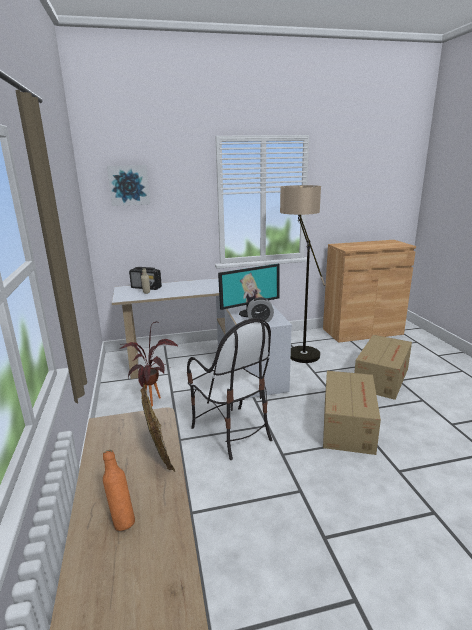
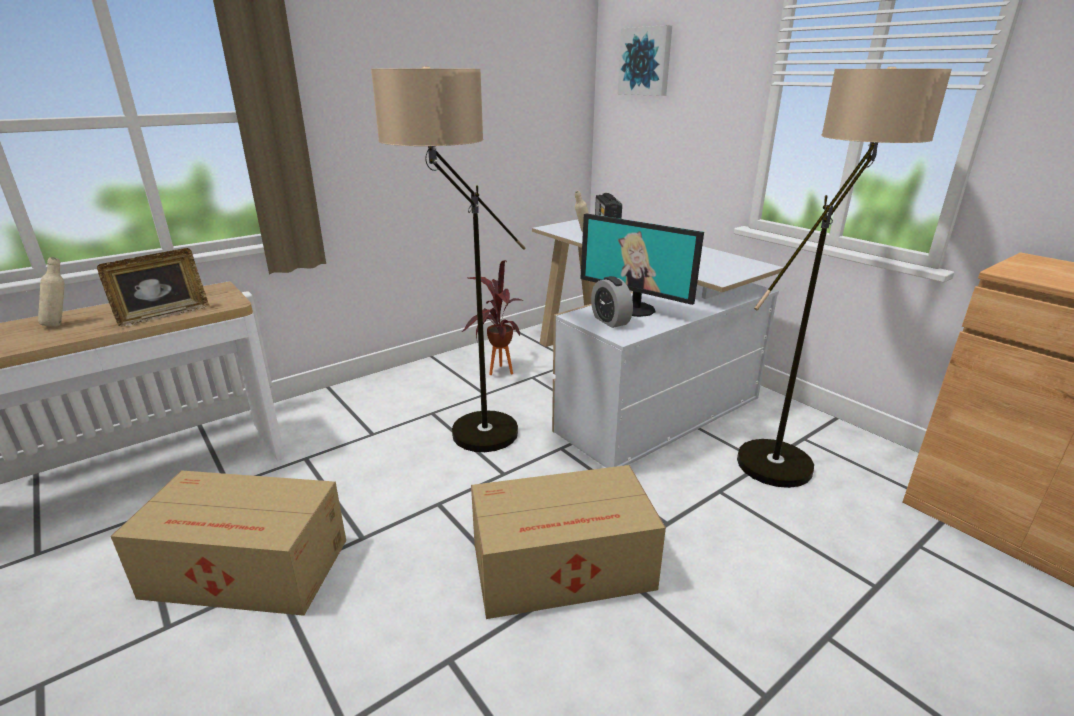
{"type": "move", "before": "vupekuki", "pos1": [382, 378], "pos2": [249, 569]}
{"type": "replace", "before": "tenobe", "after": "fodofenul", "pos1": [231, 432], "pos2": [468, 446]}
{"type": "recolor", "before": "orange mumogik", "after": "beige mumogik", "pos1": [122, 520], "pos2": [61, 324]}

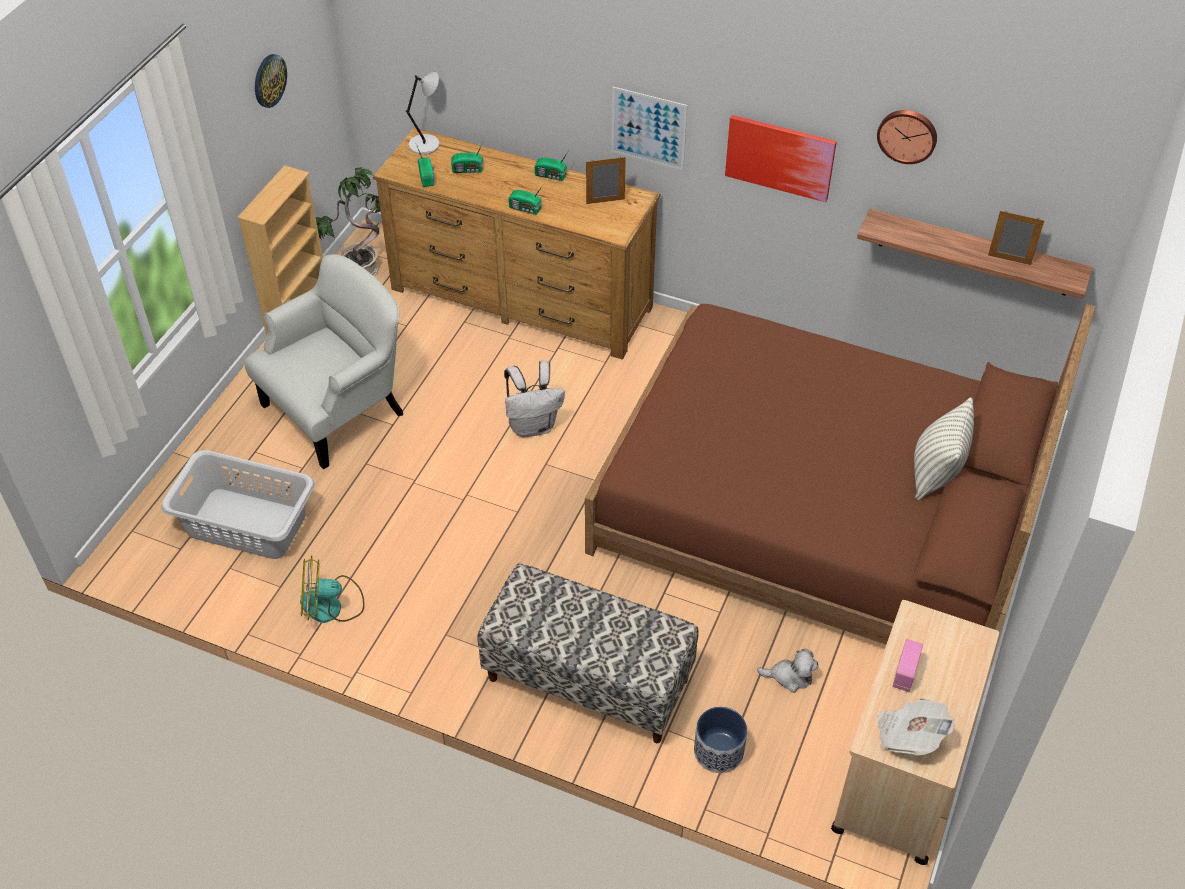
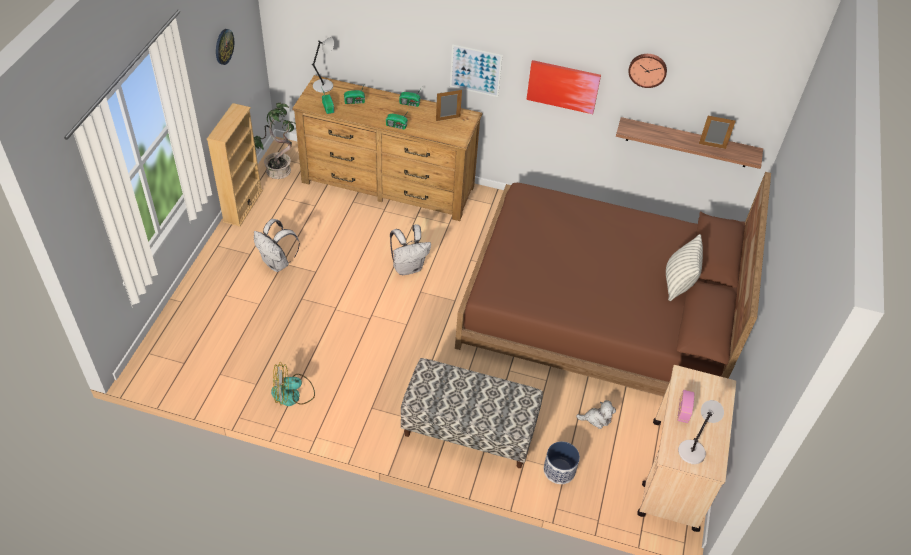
{"type": "delete", "before": "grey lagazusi", "pos1": [246, 523]}
{"type": "replace", "before": "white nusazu", "after": "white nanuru", "pos1": [338, 409], "pos2": [277, 263]}
{"type": "replace", "before": "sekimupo", "after": "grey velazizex", "pos1": [909, 735], "pos2": [692, 451]}

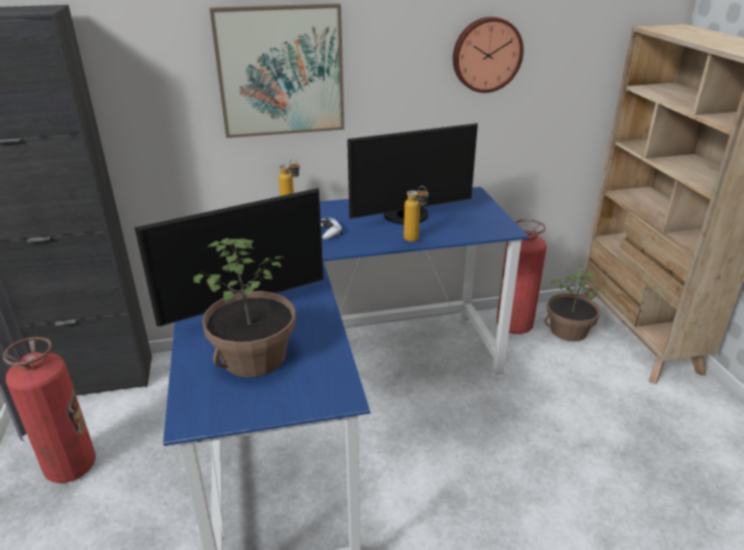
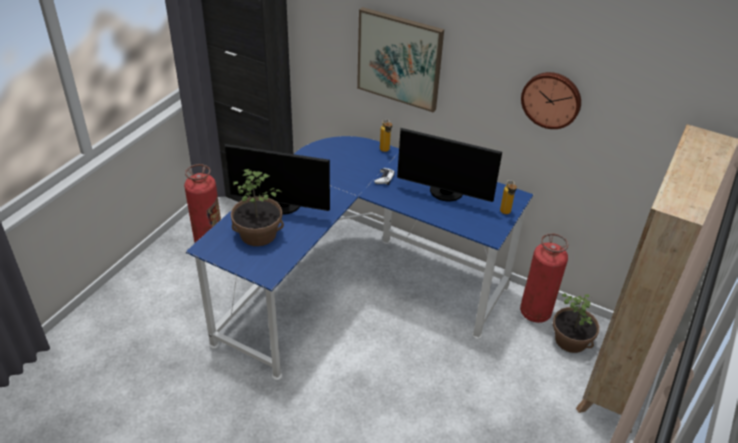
{"type": "move", "before": "mumogik", "pos1": [415, 241], "pos2": [505, 214]}

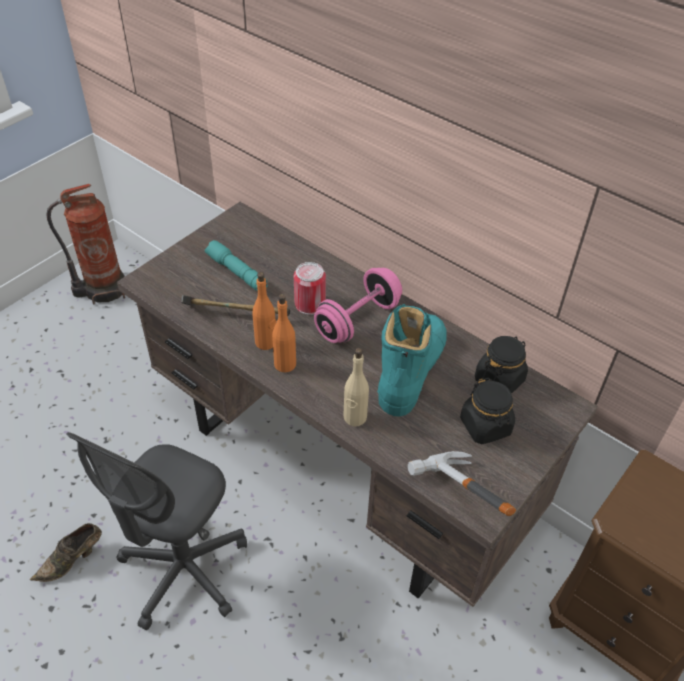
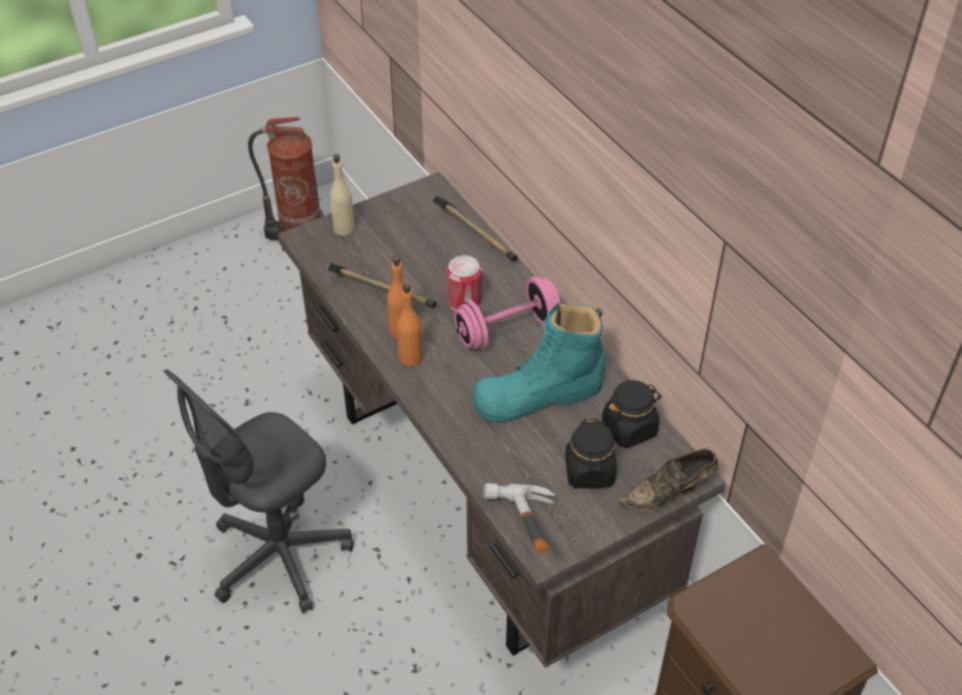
{"type": "delete", "before": "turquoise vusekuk", "pos1": [236, 272]}
{"type": "insert", "after": "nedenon", "pos2": [475, 237]}
{"type": "move", "before": "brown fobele", "pos1": [72, 560], "pos2": [669, 494]}
{"type": "move", "before": "beige mumogik", "pos1": [354, 417], "pos2": [343, 229]}
{"type": "rotate", "before": "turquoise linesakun", "pos1": [411, 370], "pos2": [538, 395], "turn": -150}

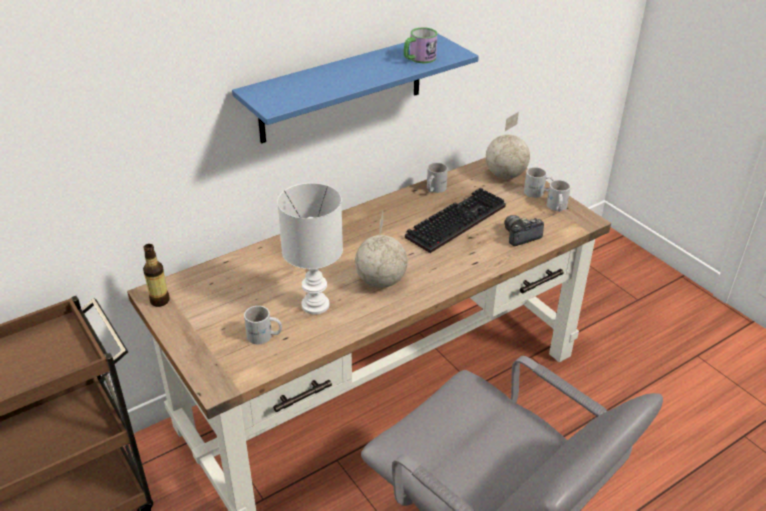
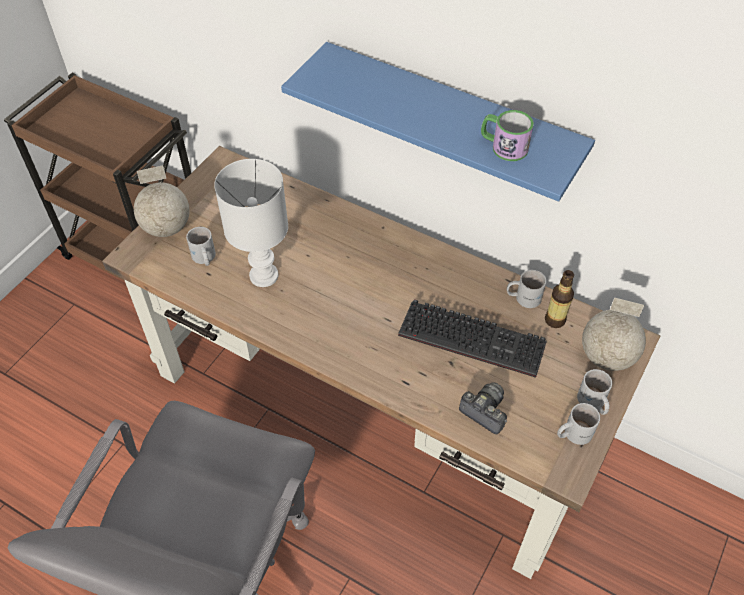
{"type": "move", "before": "mumogik", "pos1": [160, 301], "pos2": [555, 320]}
{"type": "move", "before": "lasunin", "pos1": [381, 281], "pos2": [167, 228]}

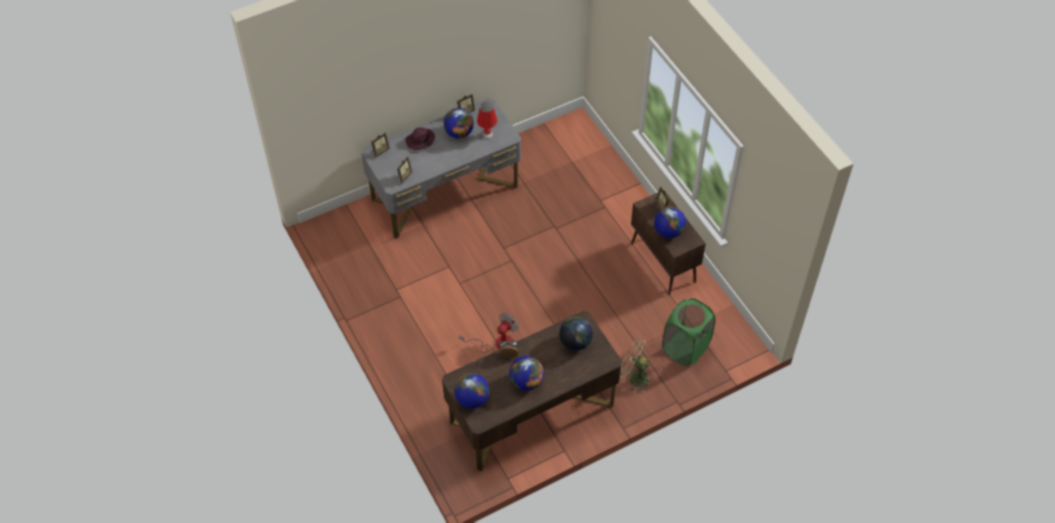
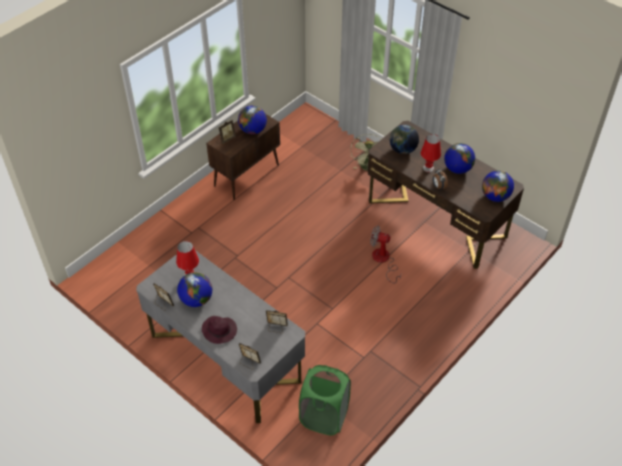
{"type": "insert", "after": "red velazizex", "pos2": [428, 168]}
{"type": "move", "before": "green lagazusi", "pos1": [685, 348], "pos2": [324, 416]}

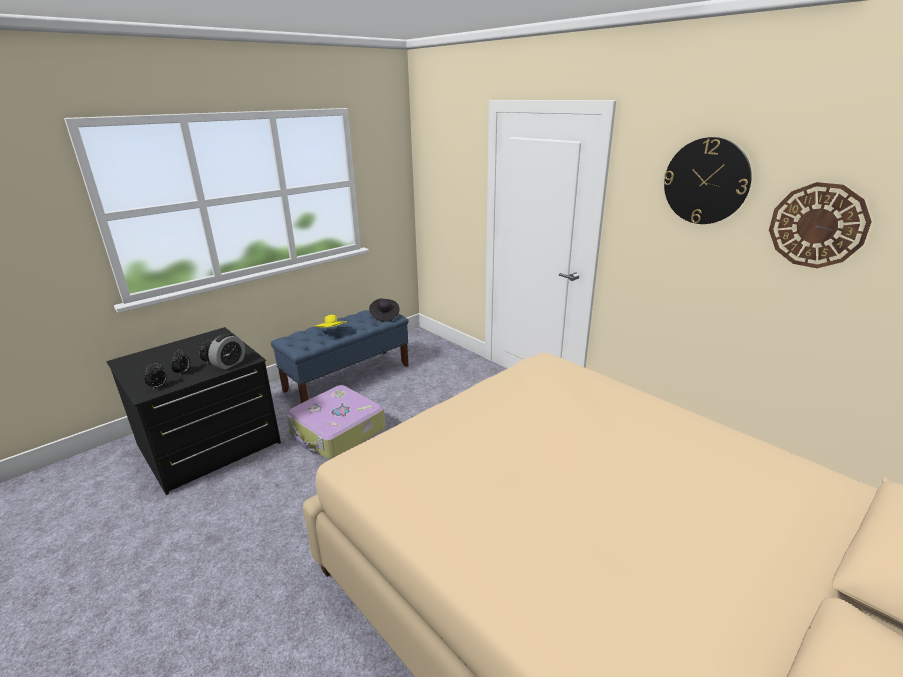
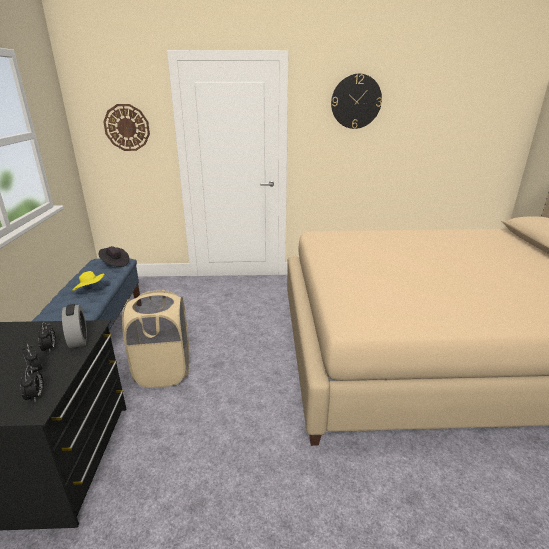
{"type": "move", "before": "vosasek", "pos1": [817, 225], "pos2": [127, 127]}
{"type": "replace", "before": "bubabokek", "after": "beige lagazusi", "pos1": [337, 432], "pos2": [164, 371]}

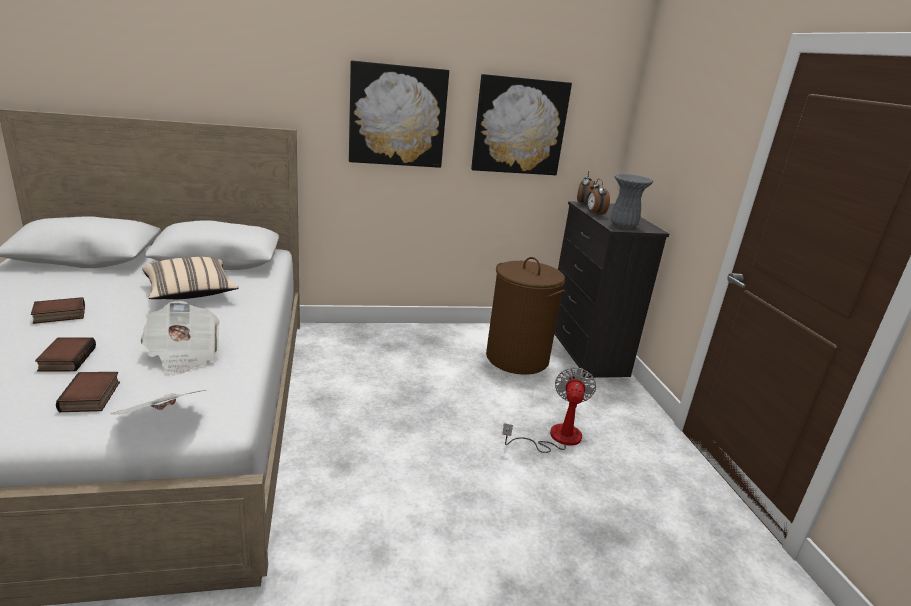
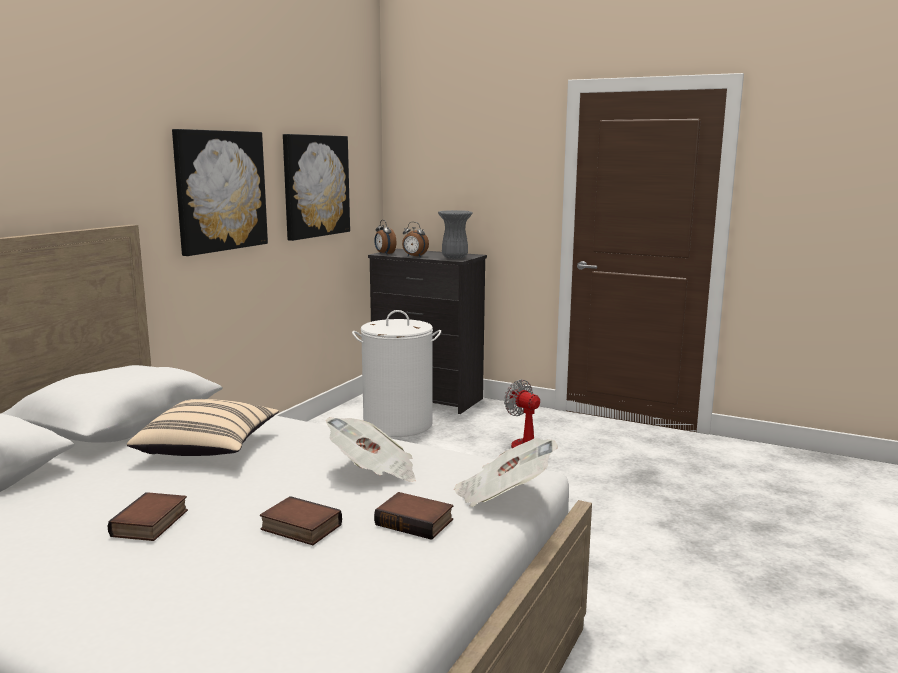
{"type": "recolor", "before": "brown lagazusi", "after": "white lagazusi", "pos1": [516, 358], "pos2": [397, 425]}

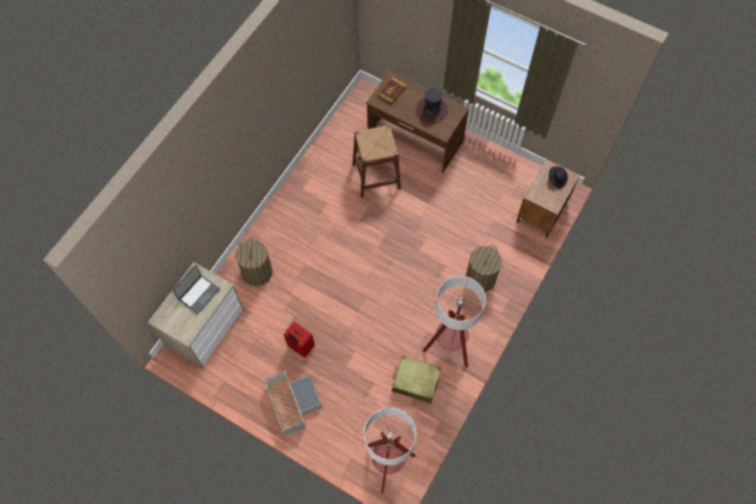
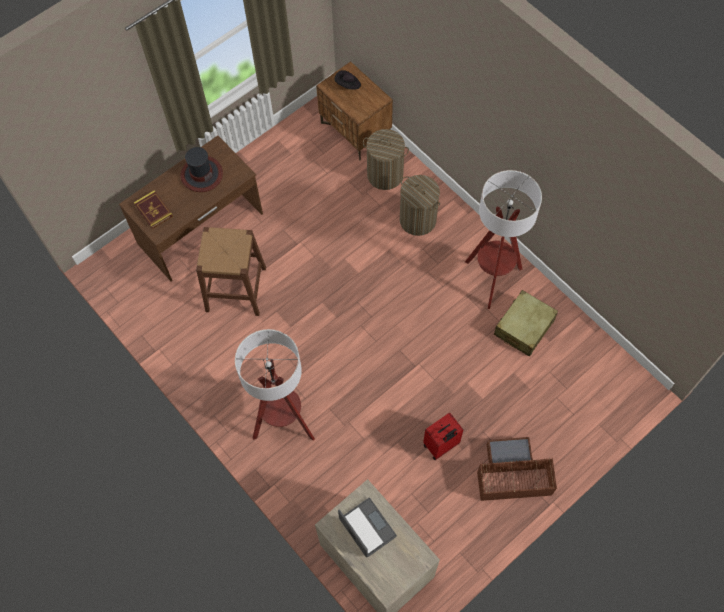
{"type": "move", "before": "lagazusi", "pos1": [257, 272], "pos2": [385, 175]}
{"type": "move", "before": "fodofenul", "pos1": [388, 464], "pos2": [284, 422]}
{"type": "recolor", "before": "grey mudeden", "after": "brown mudeden", "pos1": [292, 402], "pos2": [511, 475]}

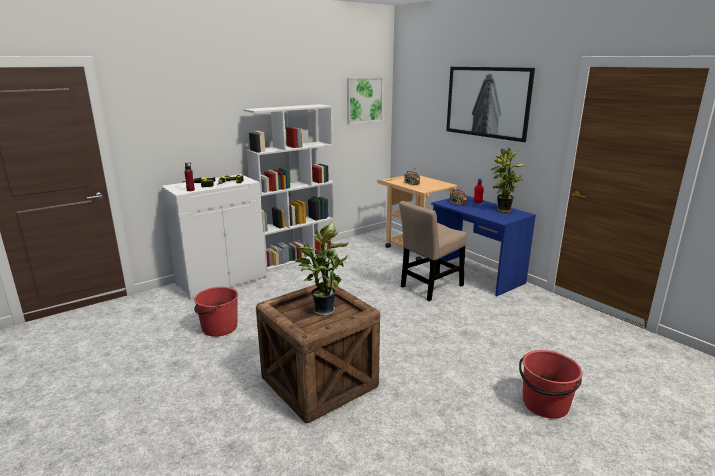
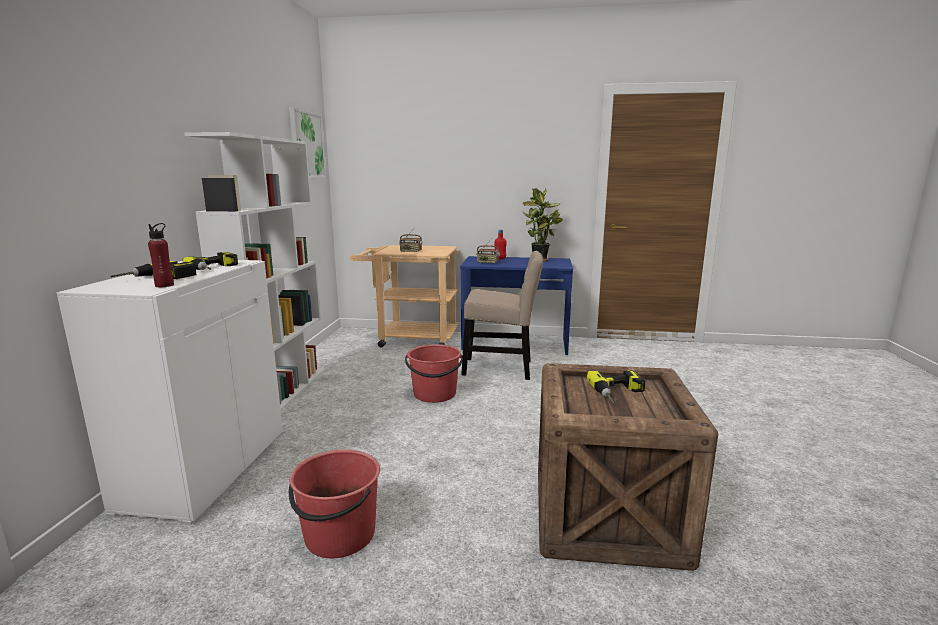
{"type": "delete", "before": "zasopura", "pos1": [487, 102]}
{"type": "move", "before": "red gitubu", "pos1": [545, 404], "pos2": [435, 394]}
{"type": "replace", "before": "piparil", "after": "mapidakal", "pos1": [323, 310], "pos2": [620, 394]}
{"type": "rotate", "before": "beige tenobe", "pos1": [430, 287], "pos2": [501, 368], "turn": -90}

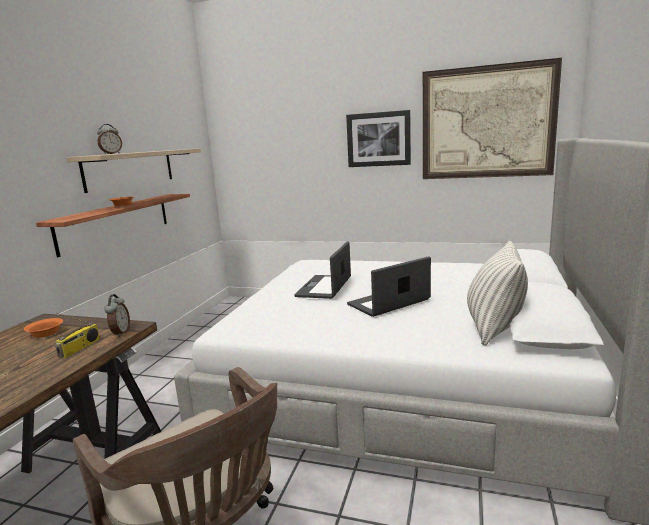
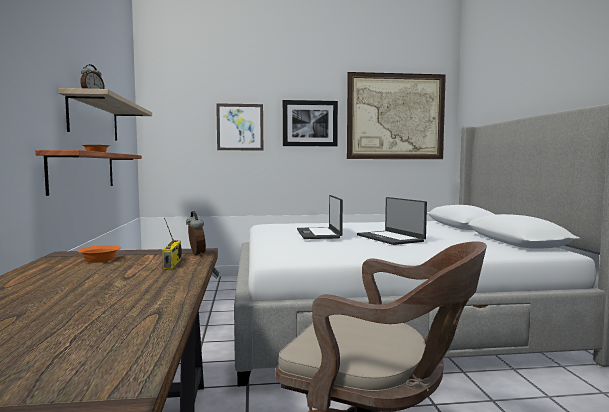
{"type": "delete", "before": "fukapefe", "pos1": [494, 327]}
{"type": "insert", "after": "zasopura", "pos2": [240, 127]}
{"type": "rotate", "before": "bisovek", "pos1": [389, 303], "pos2": [390, 238], "turn": -60}

